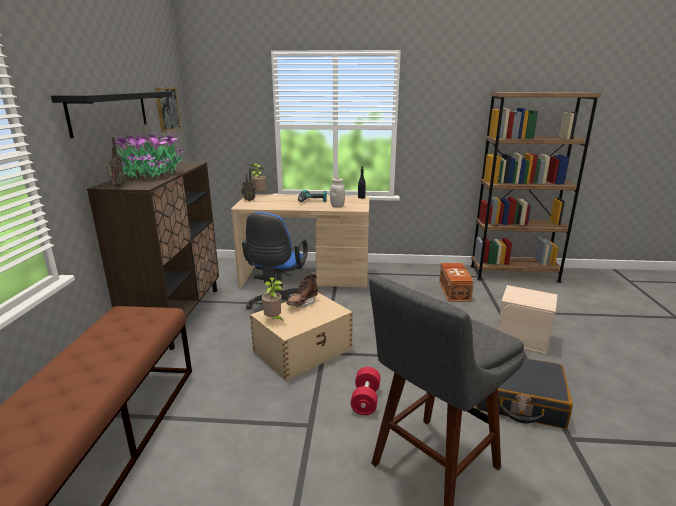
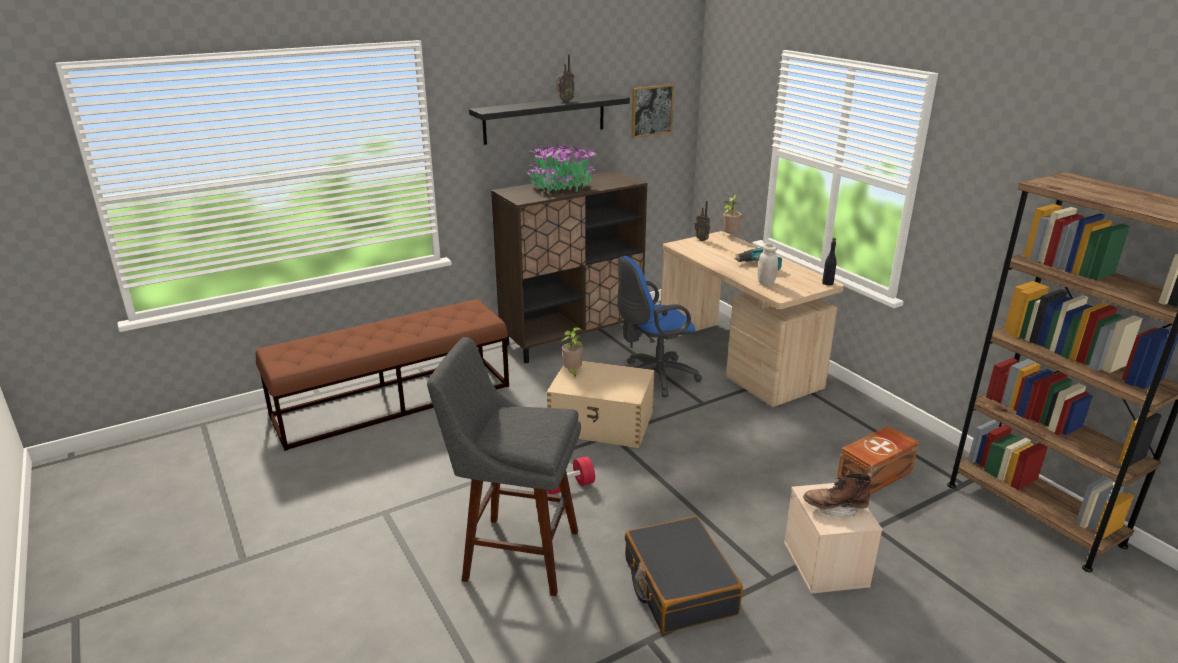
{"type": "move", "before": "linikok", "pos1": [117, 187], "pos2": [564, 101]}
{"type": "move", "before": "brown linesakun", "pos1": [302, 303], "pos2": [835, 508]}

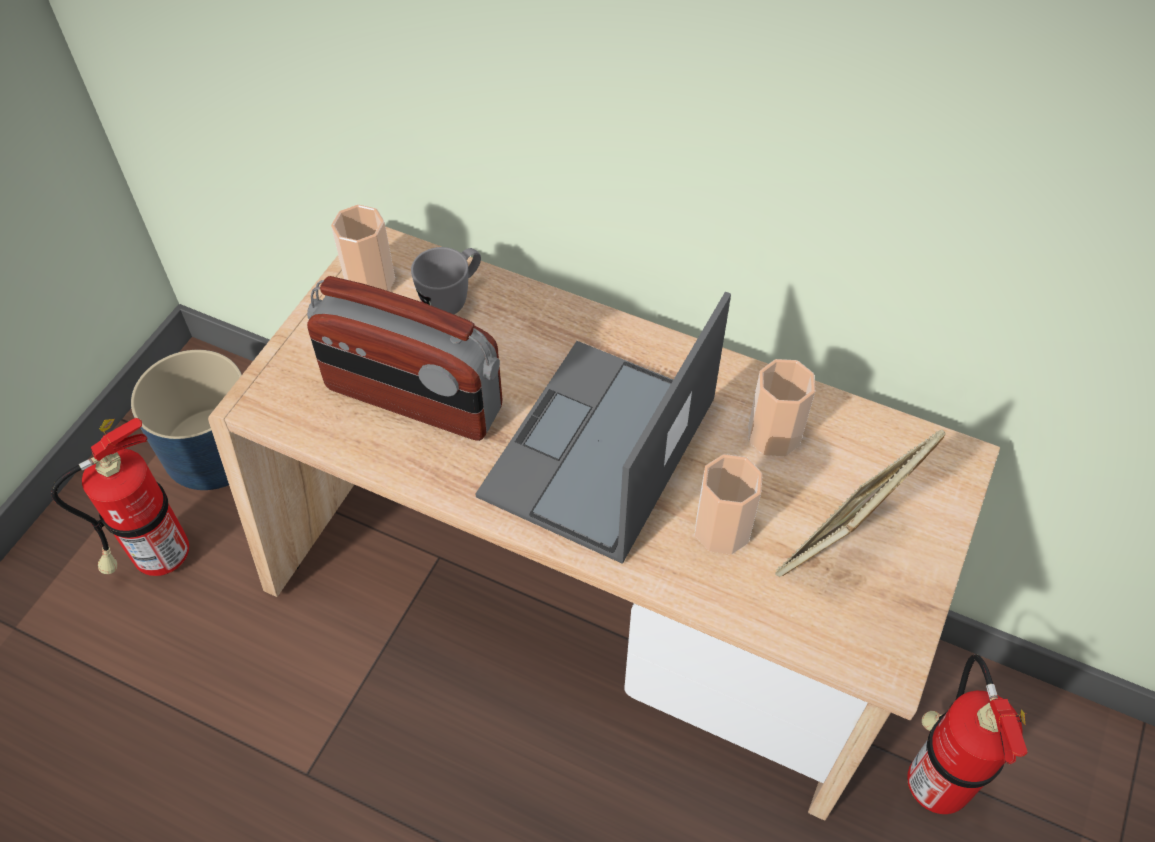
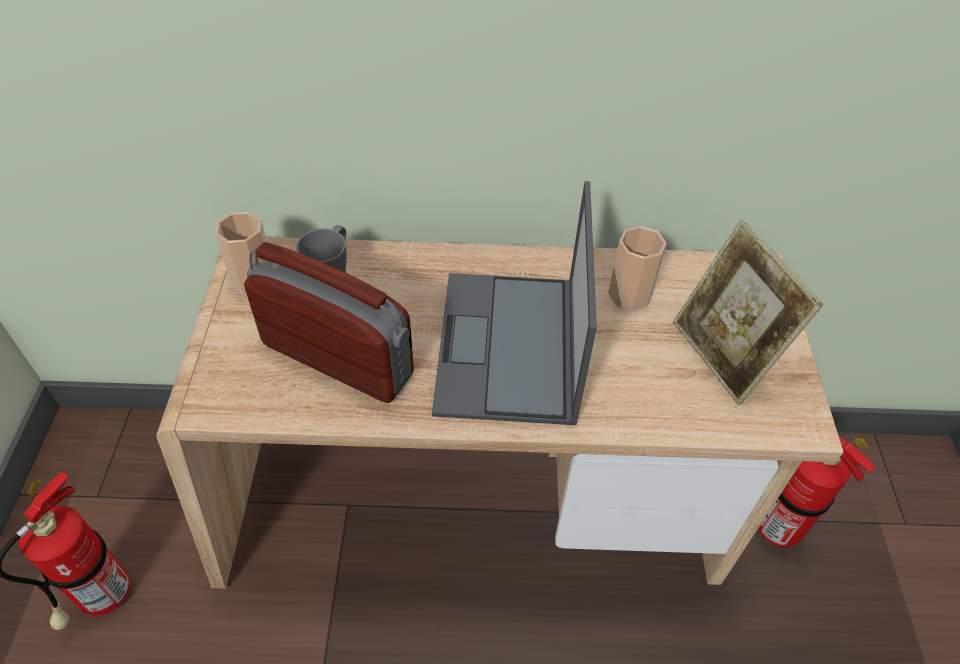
{"type": "delete", "before": "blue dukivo", "pos1": [213, 447]}
{"type": "delete", "before": "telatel", "pos1": [722, 529]}
{"type": "rotate", "before": "linikok", "pos1": [413, 399], "pos2": [338, 358], "turn": -150}
{"type": "rotate", "before": "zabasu", "pos1": [840, 547], "pos2": [722, 356], "turn": -45}

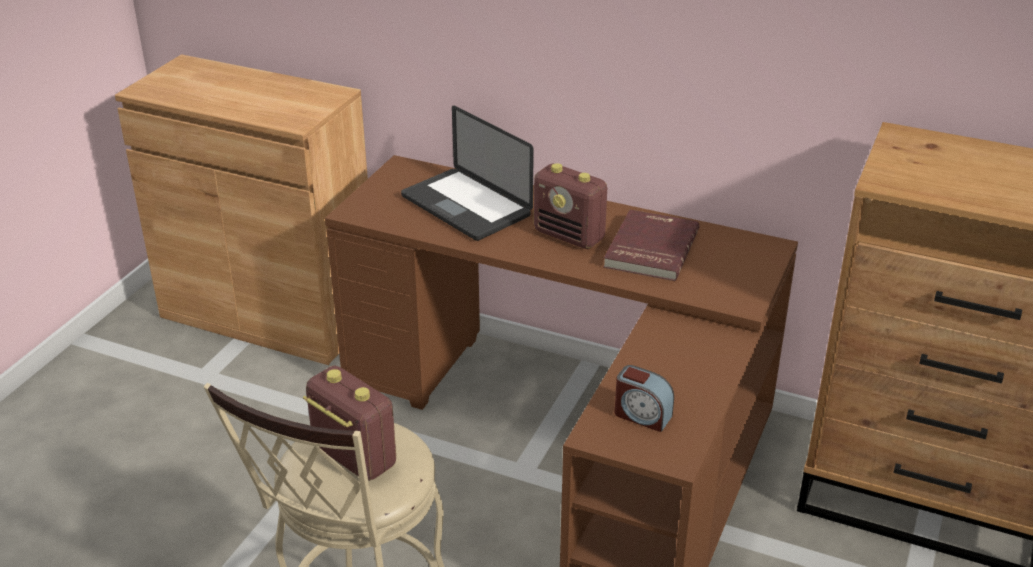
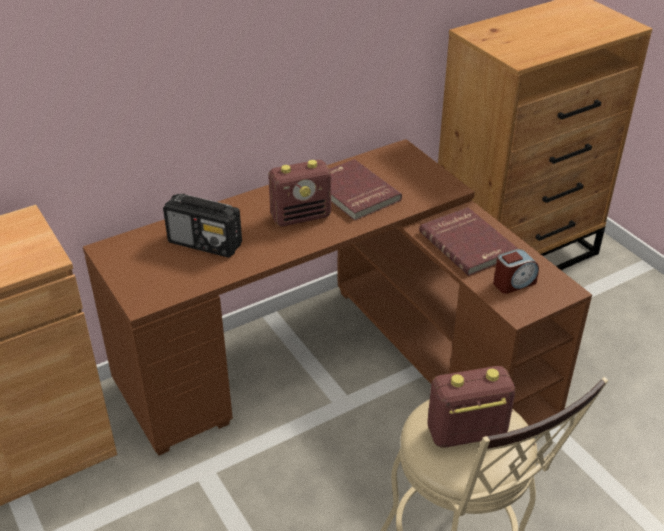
{"type": "insert", "after": "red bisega", "pos2": [468, 243]}
{"type": "replace", "before": "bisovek", "after": "linikok", "pos1": [466, 206], "pos2": [205, 243]}

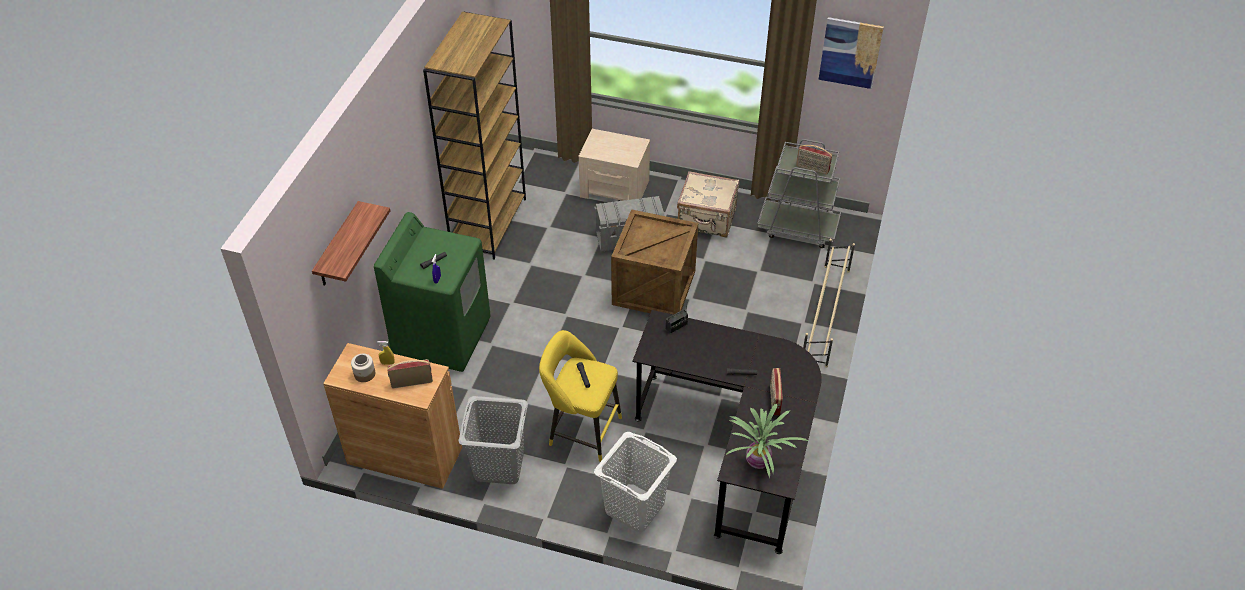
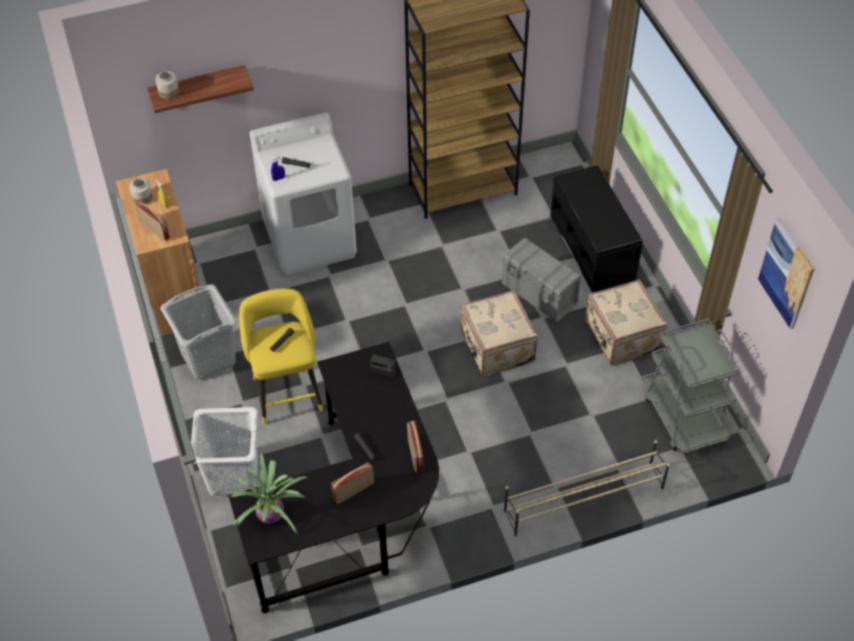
{"type": "insert", "after": "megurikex", "pos2": [169, 92]}
{"type": "move", "before": "linikok", "pos1": [812, 169], "pos2": [415, 454]}
{"type": "replace", "before": "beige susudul", "after": "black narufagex", "pos1": [615, 188], "pos2": [593, 247]}
{"type": "replace", "before": "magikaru", "after": "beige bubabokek", "pos1": [655, 287], "pos2": [496, 348]}
{"type": "recolor", "before": "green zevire", "after": "white zevire", "pos1": [442, 336], "pos2": [310, 240]}

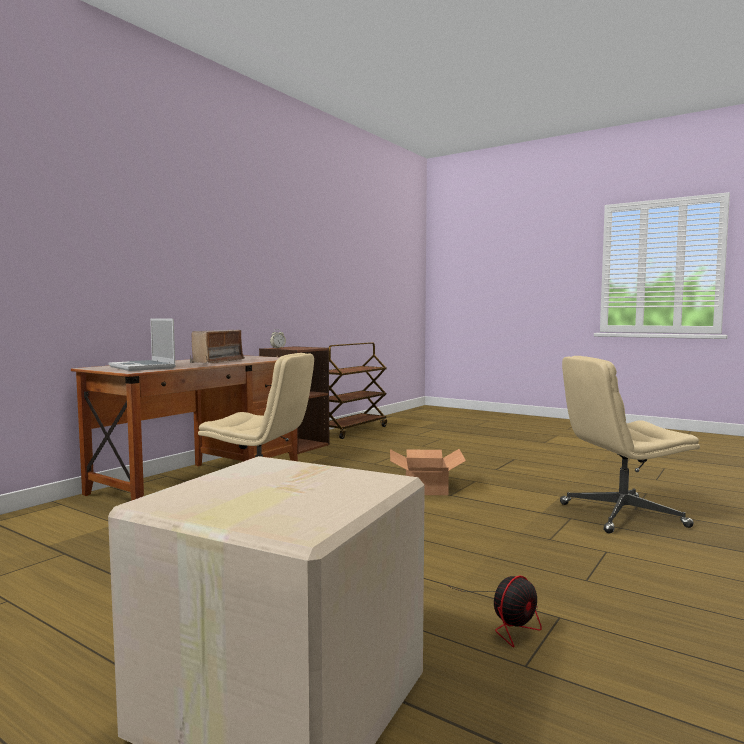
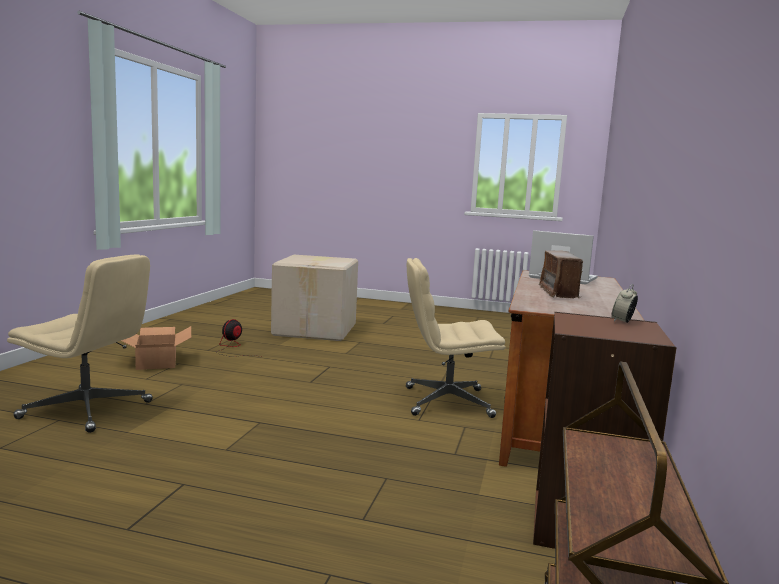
{"type": "move", "before": "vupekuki", "pos1": [426, 487], "pos2": [156, 362]}
{"type": "rotate", "before": "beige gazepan", "pos1": [621, 515], "pos2": [88, 410], "turn": 45}

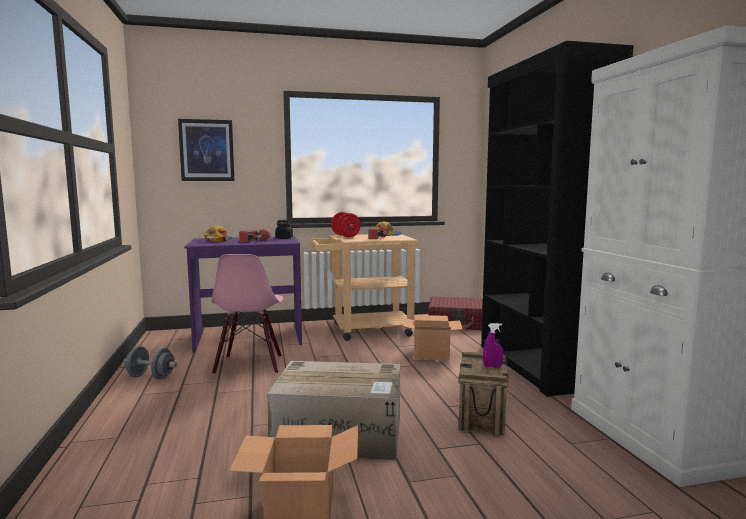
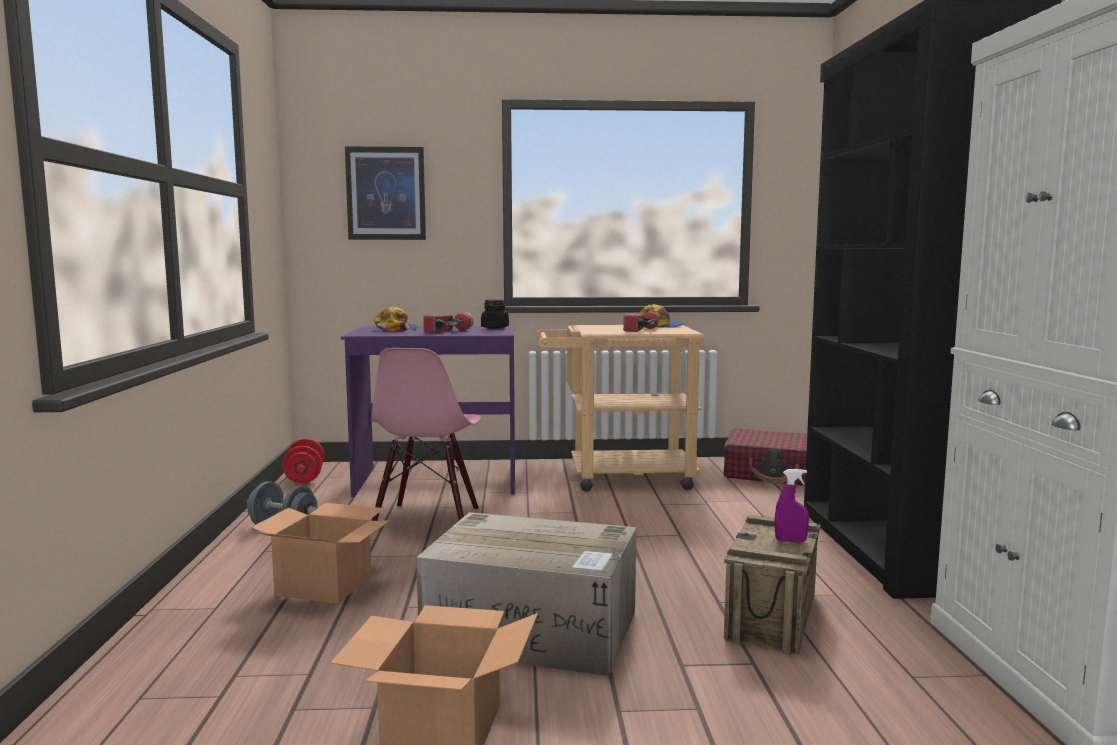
{"type": "move", "before": "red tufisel", "pos1": [345, 236], "pos2": [304, 478]}
{"type": "move", "before": "vupekuki", "pos1": [430, 354], "pos2": [322, 586]}

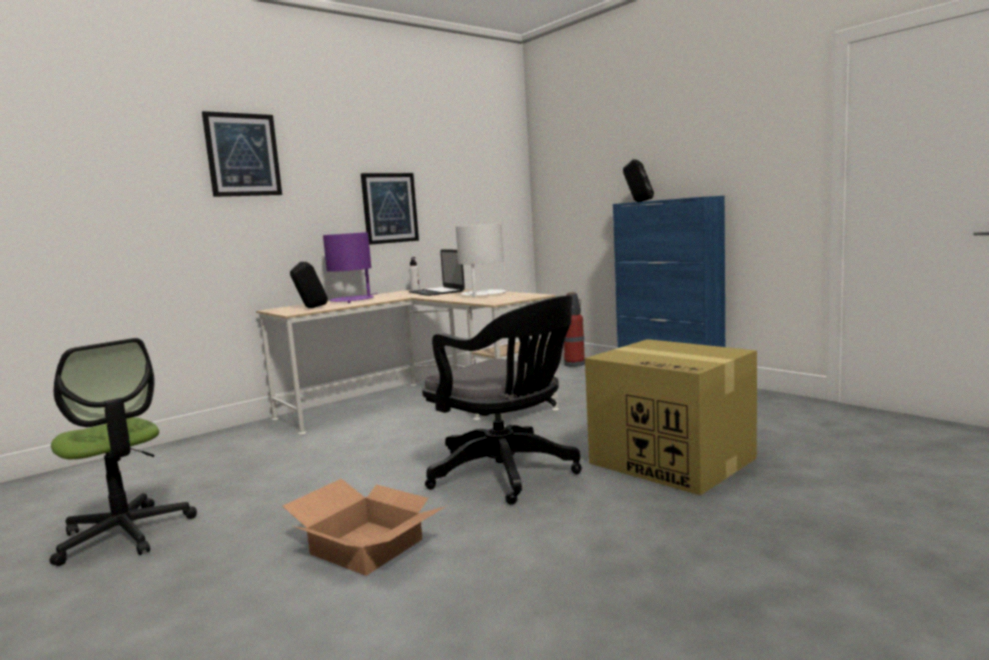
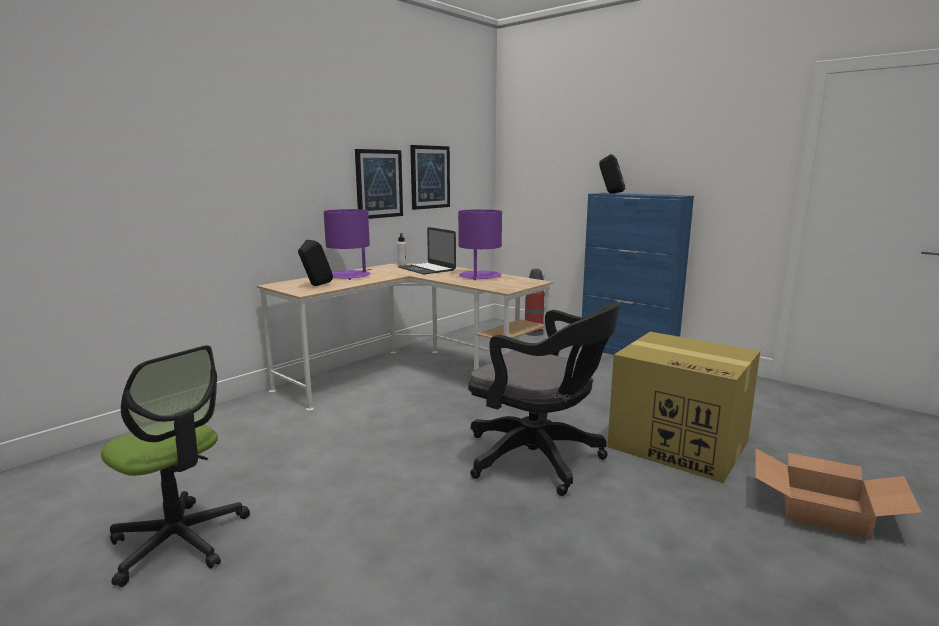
{"type": "move", "before": "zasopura", "pos1": [243, 155], "pos2": [430, 177]}
{"type": "move", "before": "vupekuki", "pos1": [369, 546], "pos2": [825, 510]}
{"type": "recolor", "before": "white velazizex", "after": "purple velazizex", "pos1": [483, 294], "pos2": [479, 276]}

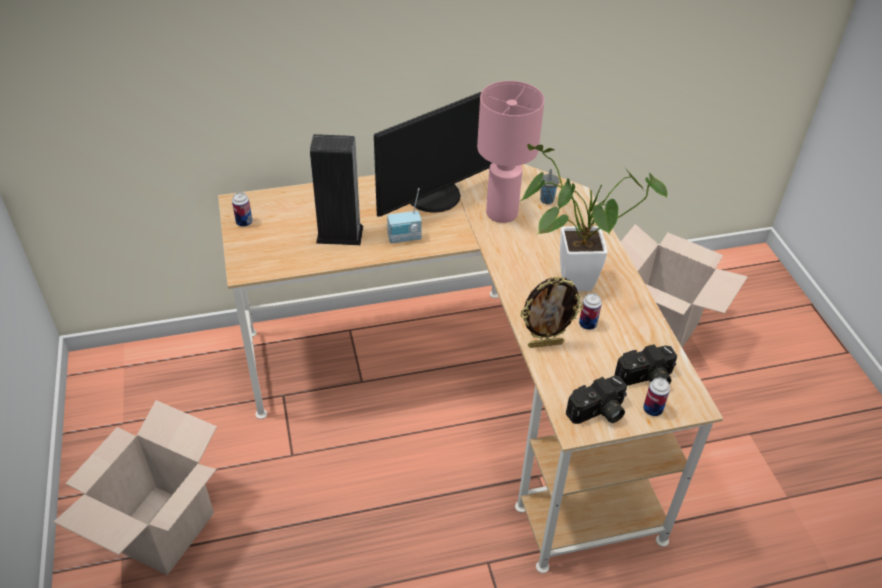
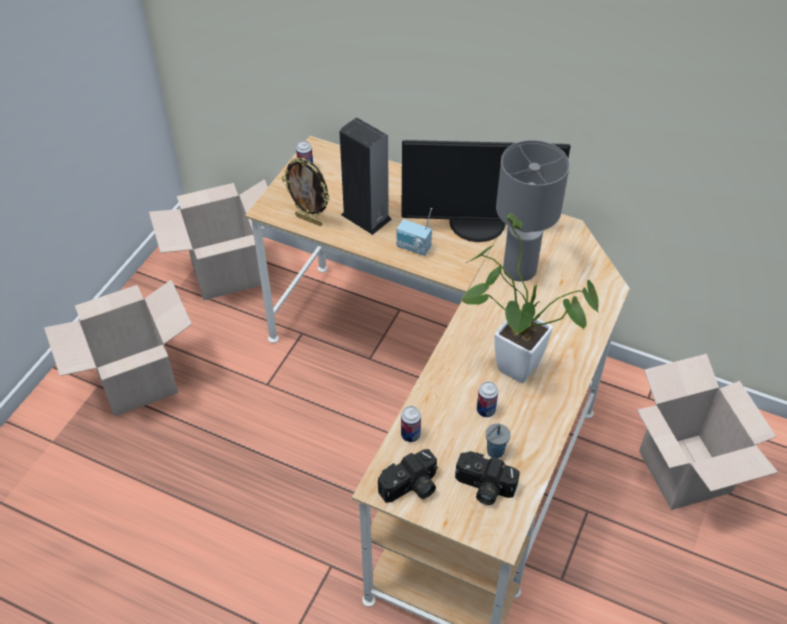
{"type": "insert", "after": "vupekuki", "pos2": [226, 273]}
{"type": "move", "before": "zabasu", "pos1": [545, 344], "pos2": [309, 220]}
{"type": "move", "before": "grey telatel", "pos1": [546, 201], "pos2": [494, 452]}
{"type": "move", "before": "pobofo", "pos1": [652, 409], "pos2": [410, 435]}
{"type": "recolor", "before": "pink velazizex", "after": "grey velazizex", "pos1": [502, 214], "pos2": [519, 270]}
{"type": "rotate", "before": "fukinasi", "pos1": [598, 413], "pos2": [411, 488], "turn": -45}

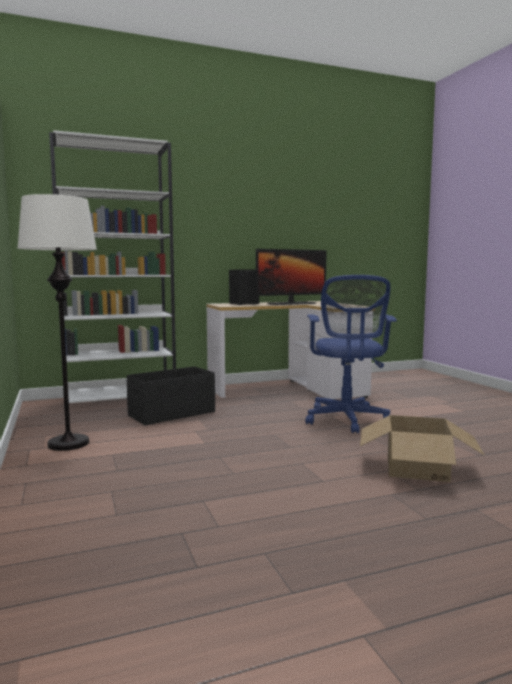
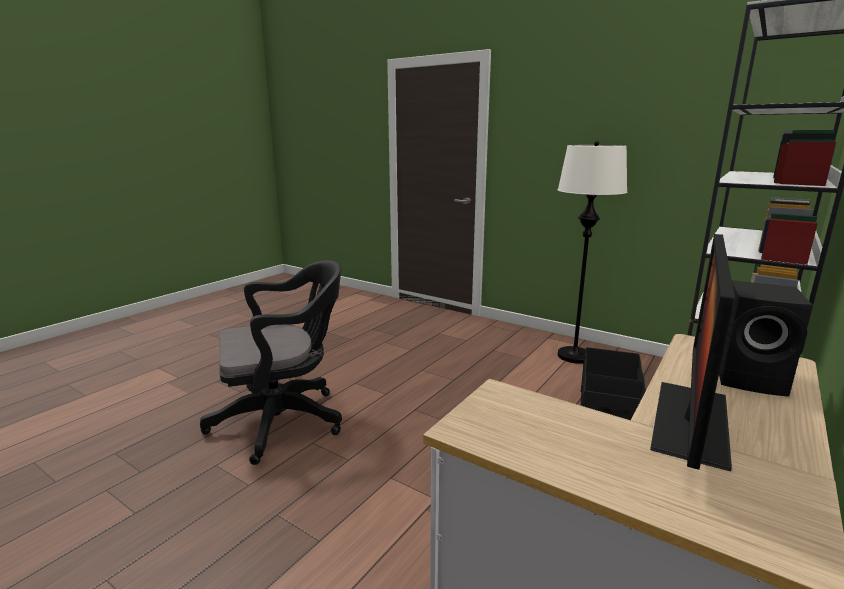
{"type": "delete", "before": "blue gazepan", "pos1": [347, 420]}
{"type": "replace", "before": "vupekuki", "after": "black gazepan", "pos1": [417, 468], "pos2": [285, 420]}

